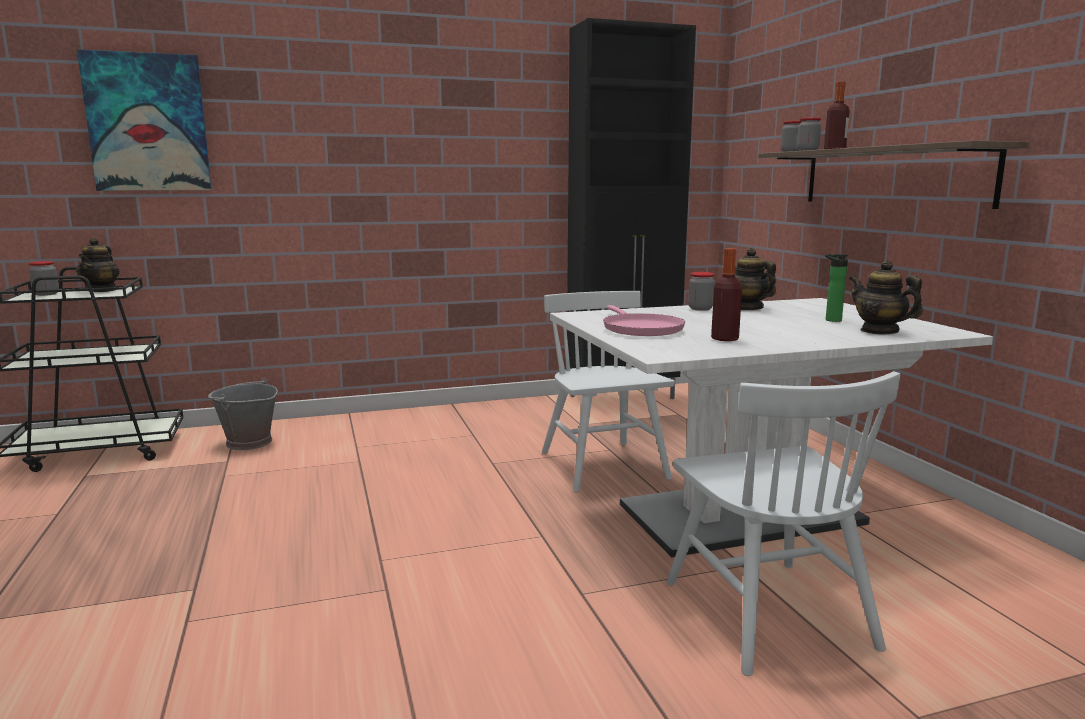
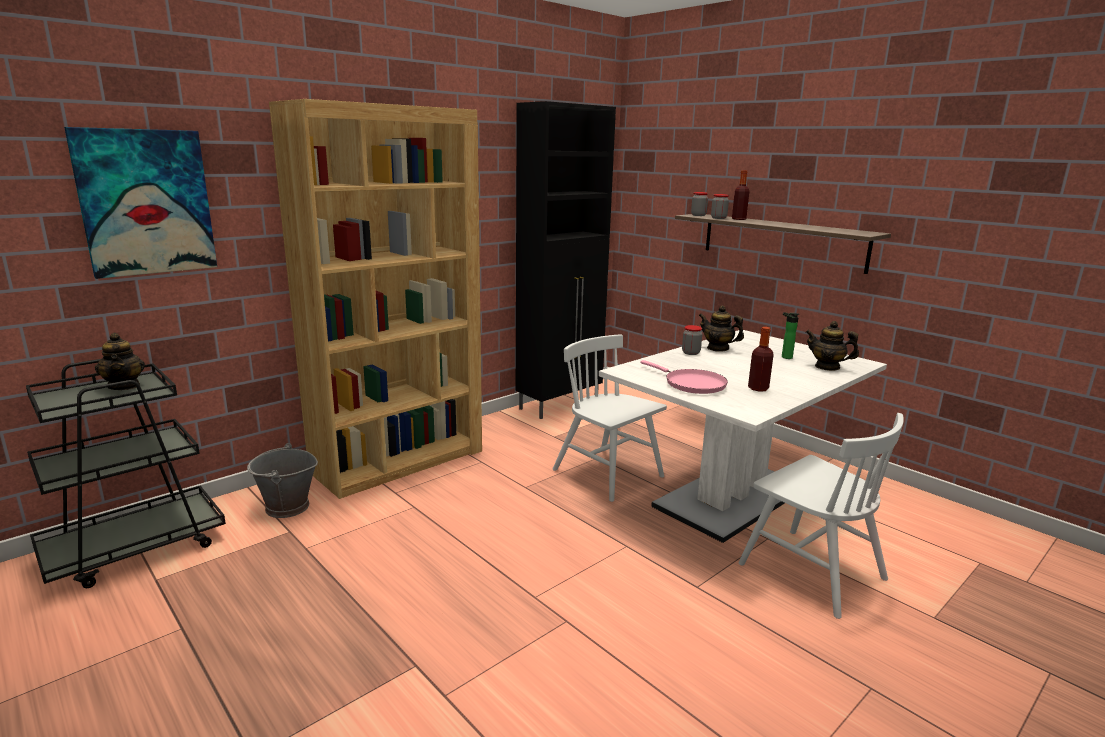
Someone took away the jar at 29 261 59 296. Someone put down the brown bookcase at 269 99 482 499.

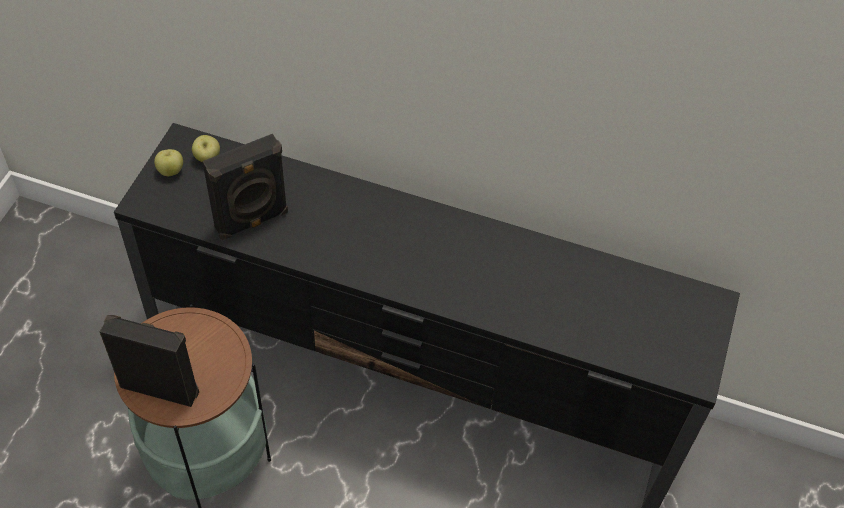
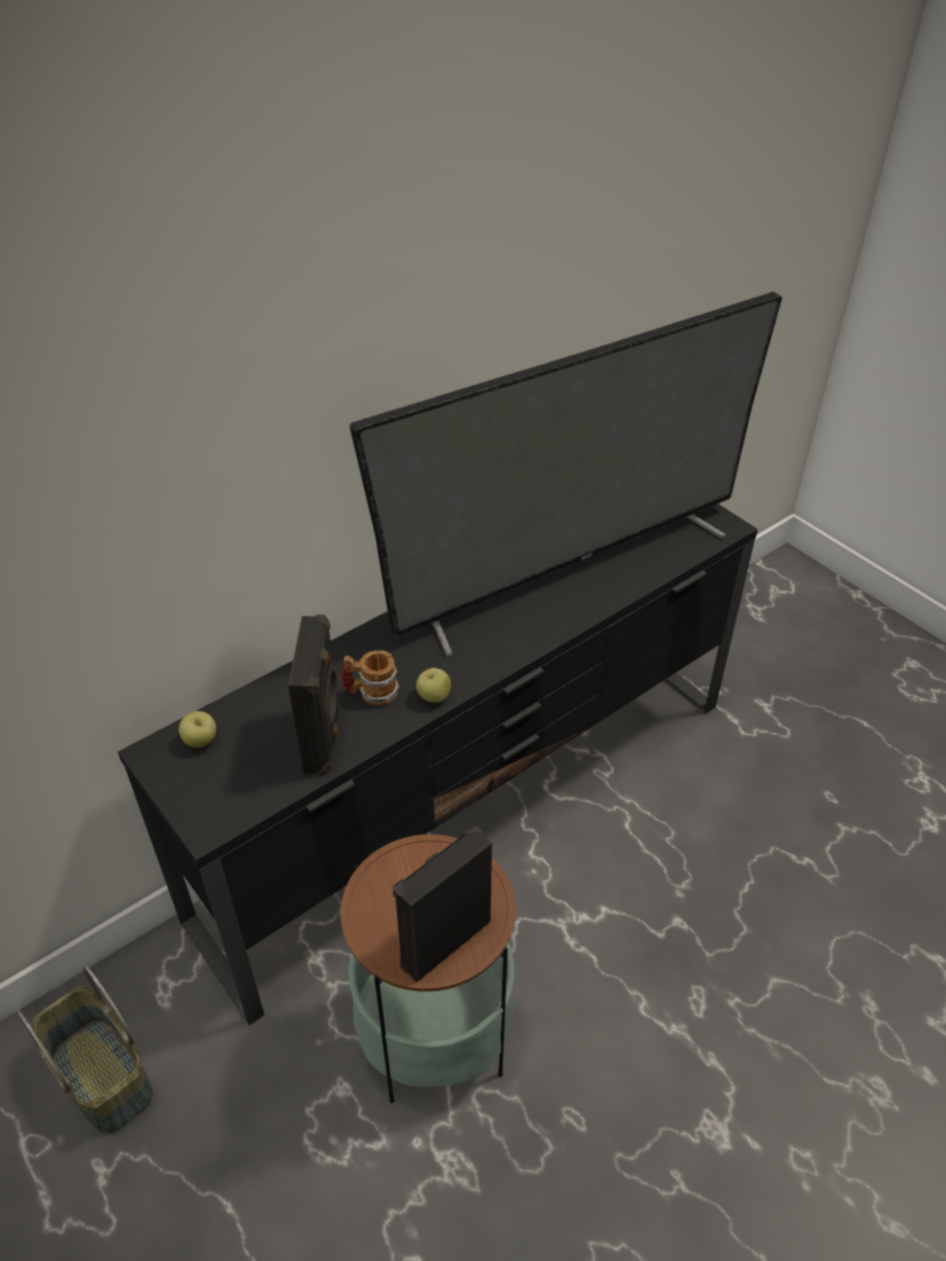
Someone carried the apple from 154 149 183 176 to 416 668 451 703. Someone put down the television at 349 292 782 658. Someone put down the mug at 340 650 399 706. Someone put down the basket at 17 965 153 1134.

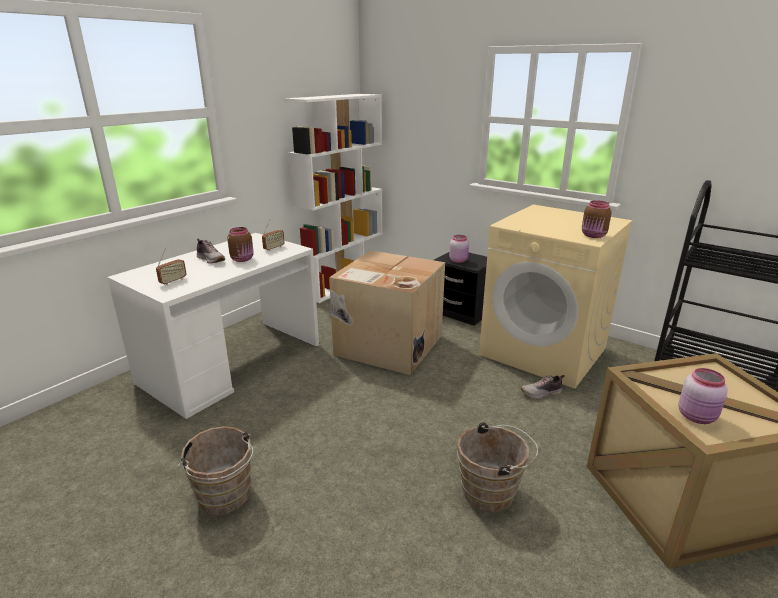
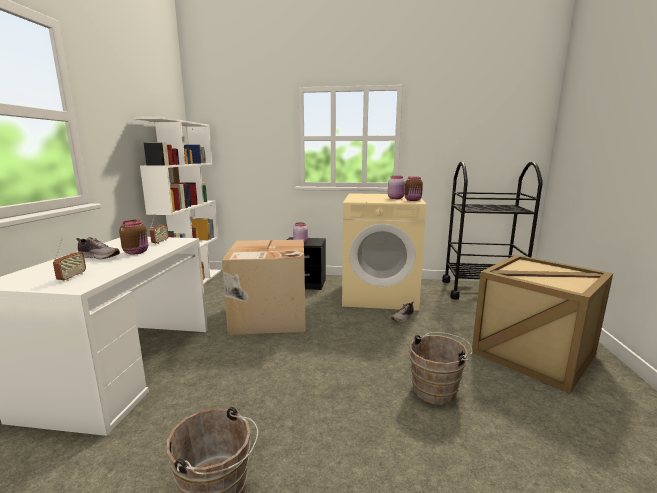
Someone carried the pink jar from 678 368 728 424 to 388 176 405 199.

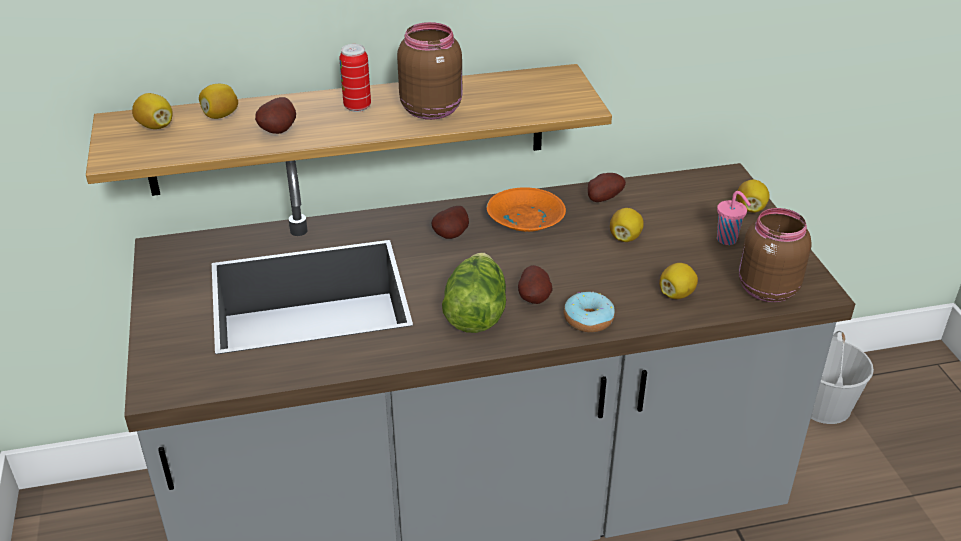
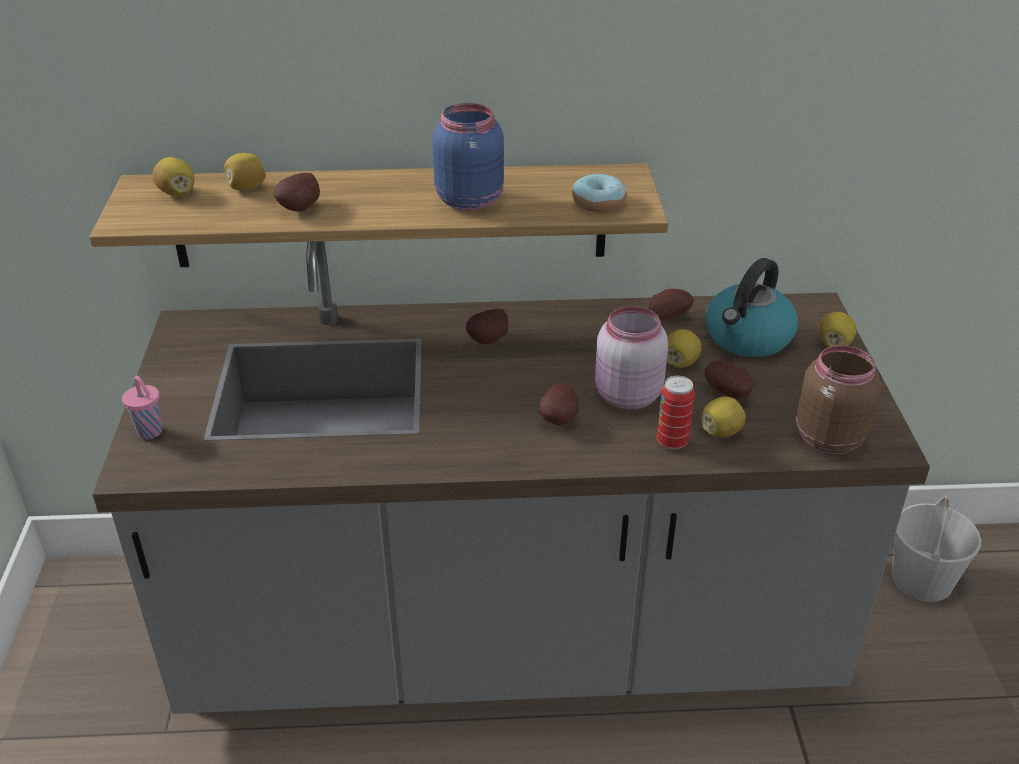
Someone repainted the brown jar at 397 22 462 120, which became the blue jar at 432 103 504 211. Someone carried the can from 339 44 371 112 to 657 376 695 450. Someone took away the orange bowl at 487 187 566 232. Someone carried the pink cup from 717 191 751 245 to 122 376 162 439. Someone took away the lettuce at 442 252 506 333. Someone carried the donut from 564 292 615 332 to 572 173 626 212. Someone put down the kettle at 705 258 798 357. Someone put down the pink jar at 595 306 668 410. Someone put down the potato at 704 361 753 398.

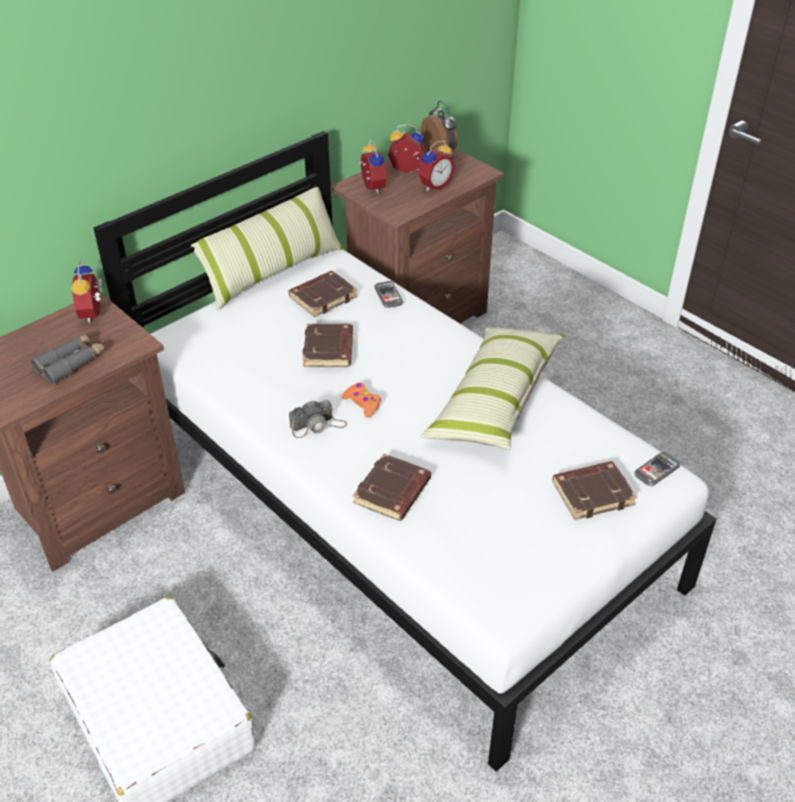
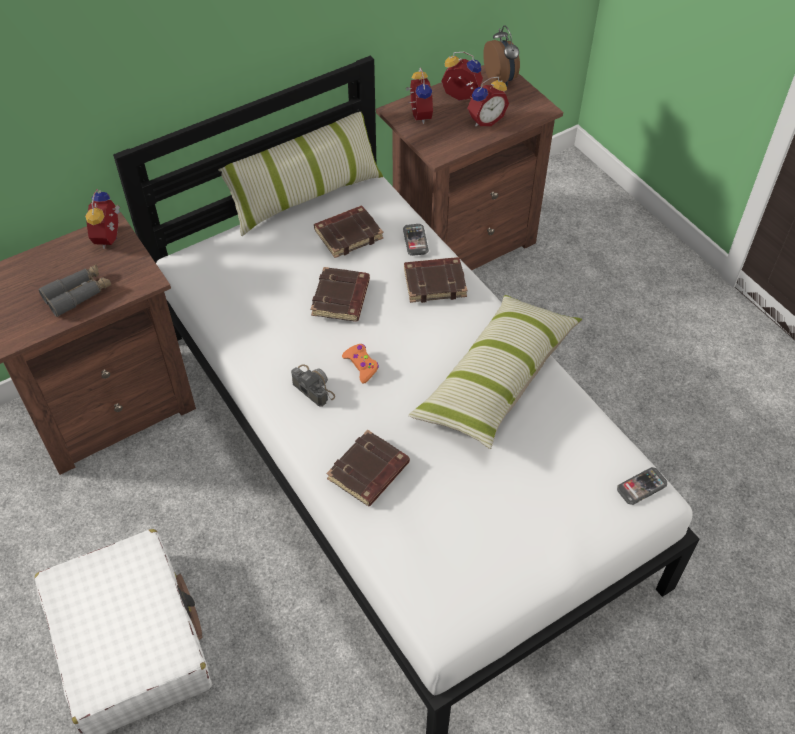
Someone rotated the photo camera at 289 400 347 438 by 120 degrees counterclockwise. Someone carried the brown book from 553 461 637 520 to 404 257 468 303.

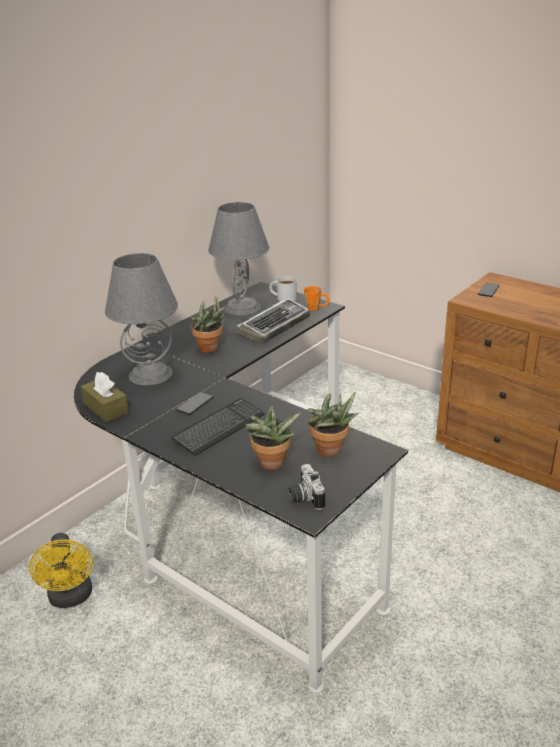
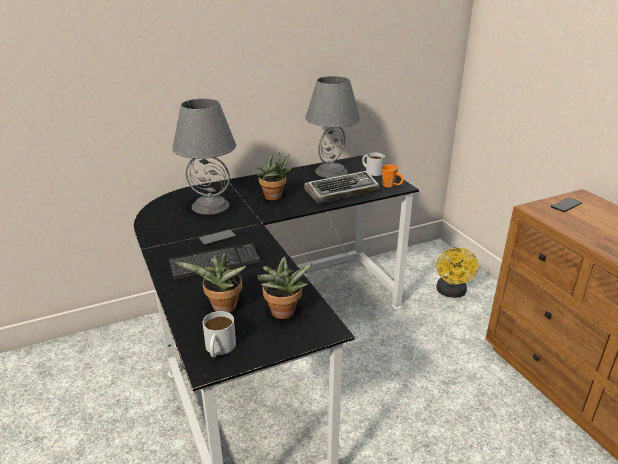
Someone took away the brown tissue box at 81 372 129 422. Someone swapped the photo camera at 288 464 325 510 for the white mug at 203 311 236 357. Someone carried the yellow fan from 29 533 93 608 to 436 247 479 298.

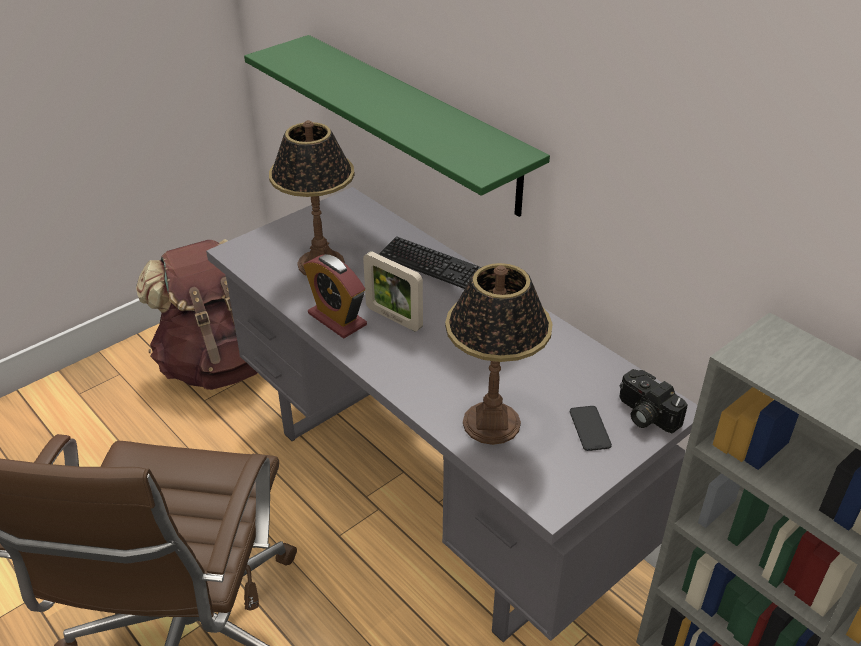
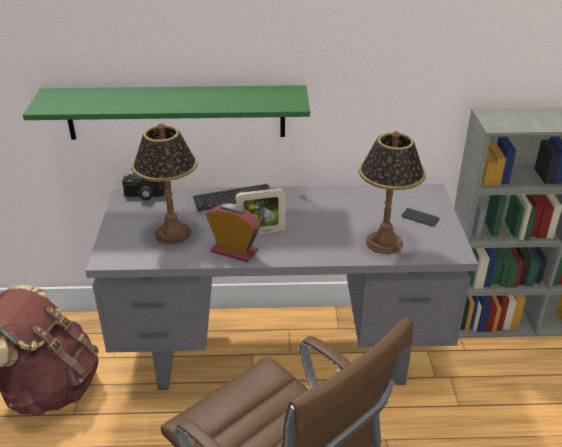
Someone rotated the alarm clock at 303 254 367 338 by 150 degrees counterclockwise. Someone carried the photo camera from 619 369 688 434 to 122 174 165 201.

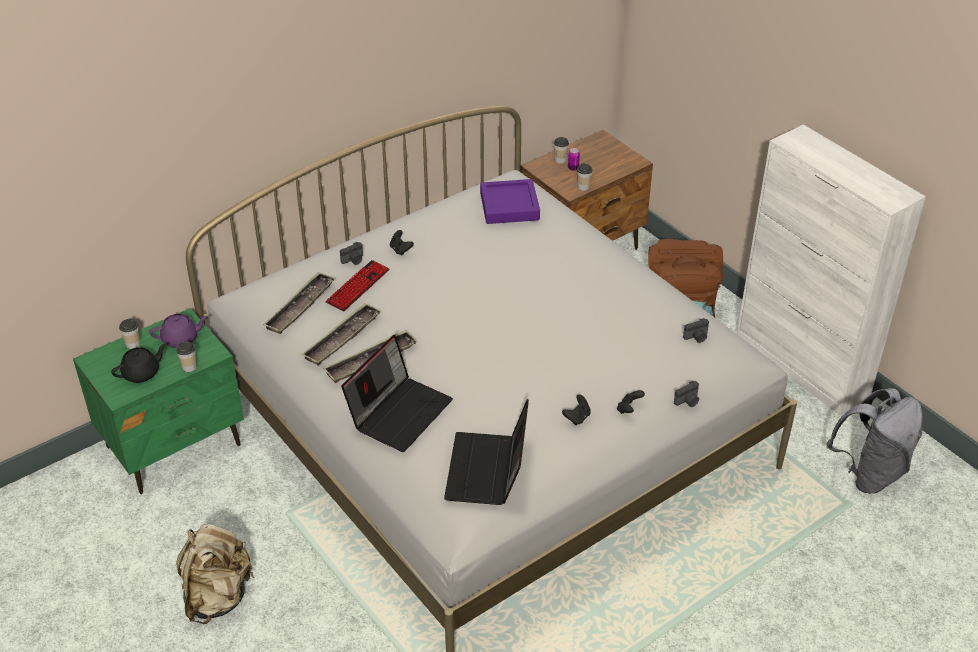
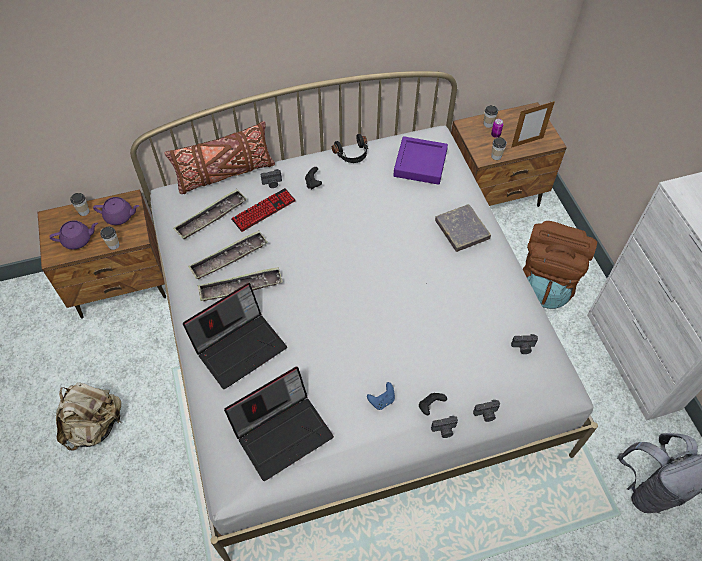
Someone repainted the green nightstand at 73 308 244 494, which became the brown nightstand at 37 189 166 318. Someone repainted the black teapot at 111 343 167 383, which became the purple teapot at 49 220 98 250. Someone repainted the black game controller at 562 394 591 425, which became the blue game controller at 367 382 395 410. Someone rotated the laptop at 444 399 529 505 by 150 degrees counterclockwise. Someone put down the picture frame at 511 101 555 148. Someone put down the brown pillow at 164 121 275 194. Someone put down the black headphones at 332 134 368 163. Someone put down the grey book at 435 204 491 252. Someone put down the photo camera at 431 416 458 438.

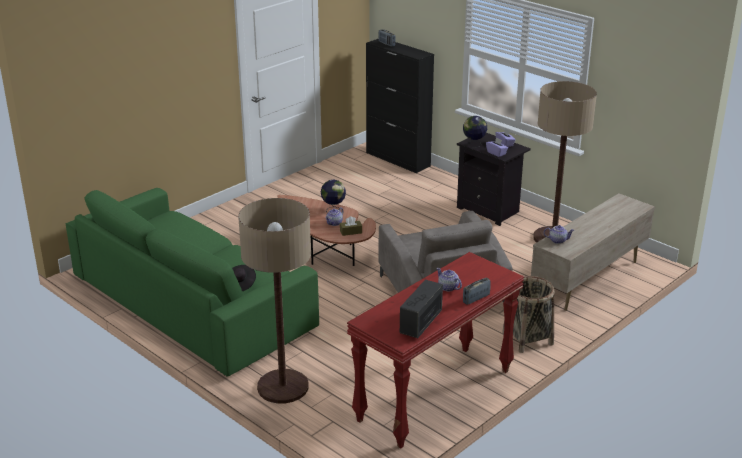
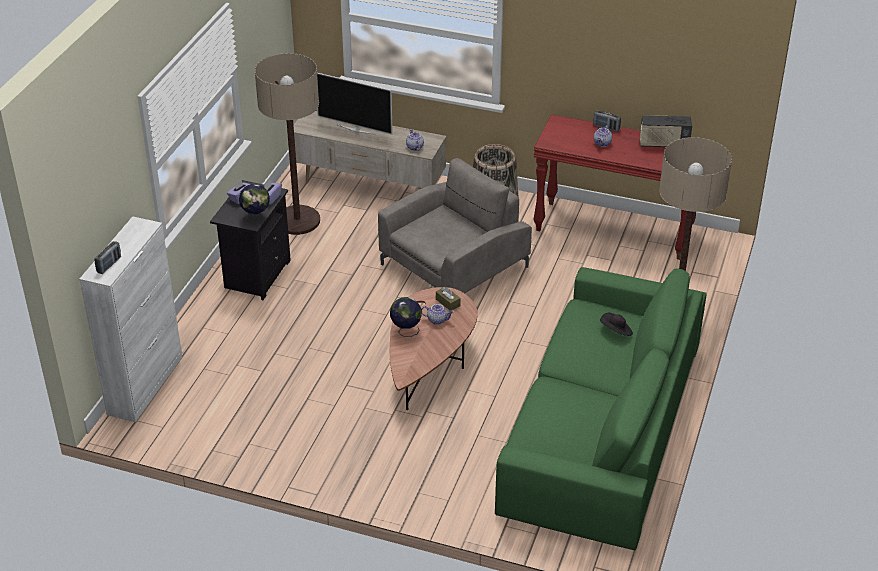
Someone repainted the black cabinet at 366 39 434 173, which became the white cabinet at 79 216 182 422. Someone put down the television at 317 73 393 135.

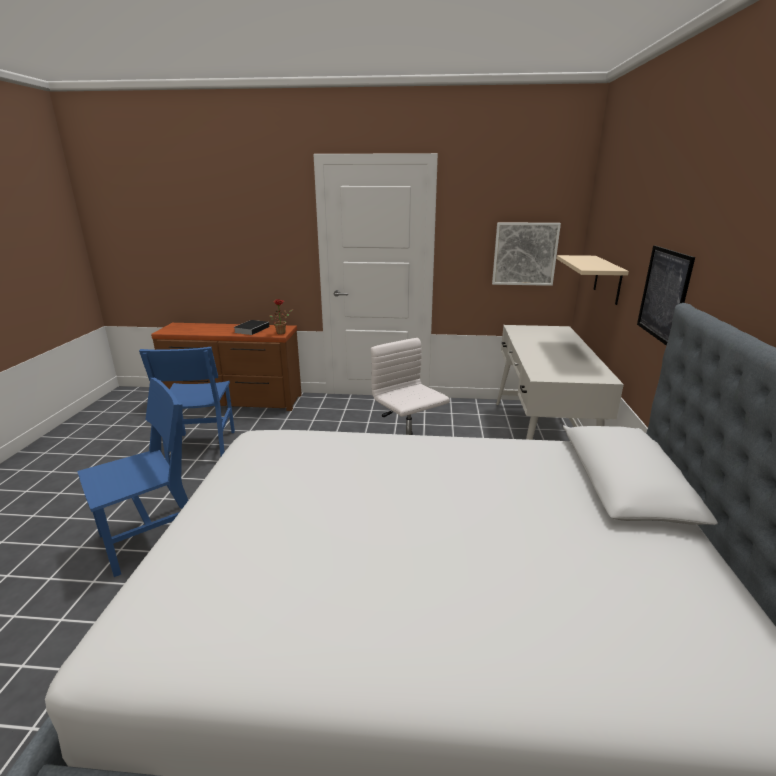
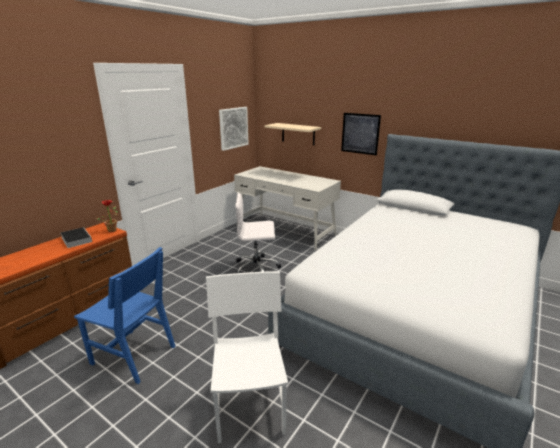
Someone repainted the blue chair at 77 378 188 577, which became the white chair at 206 271 288 443.

